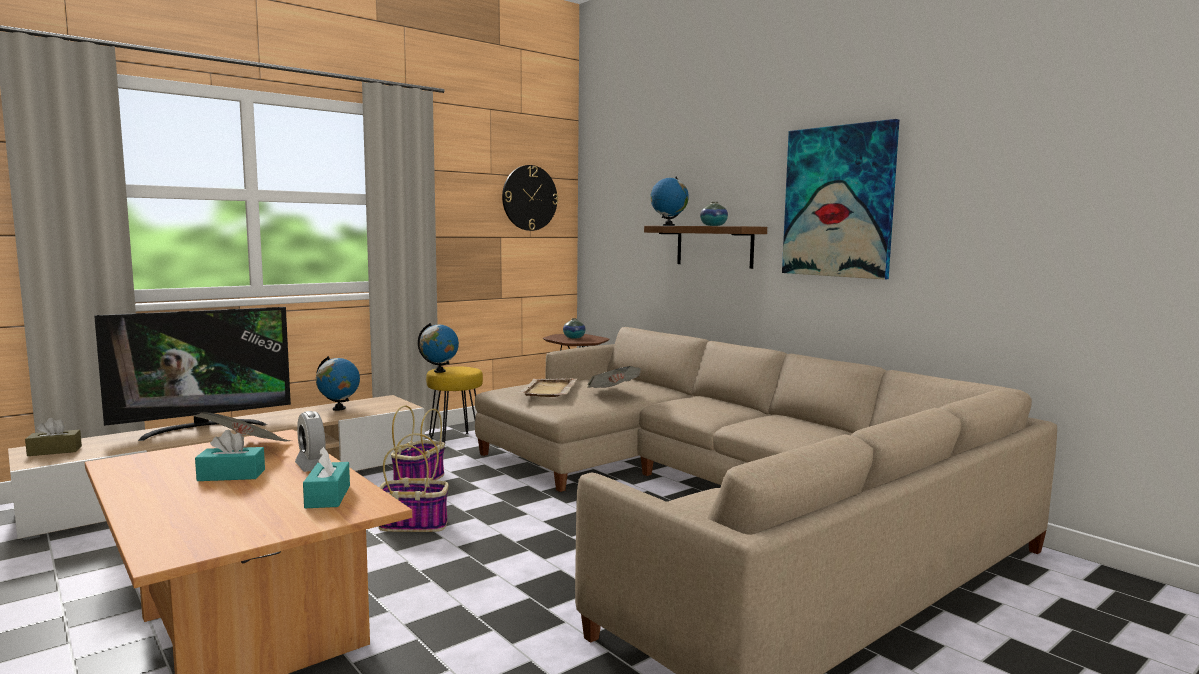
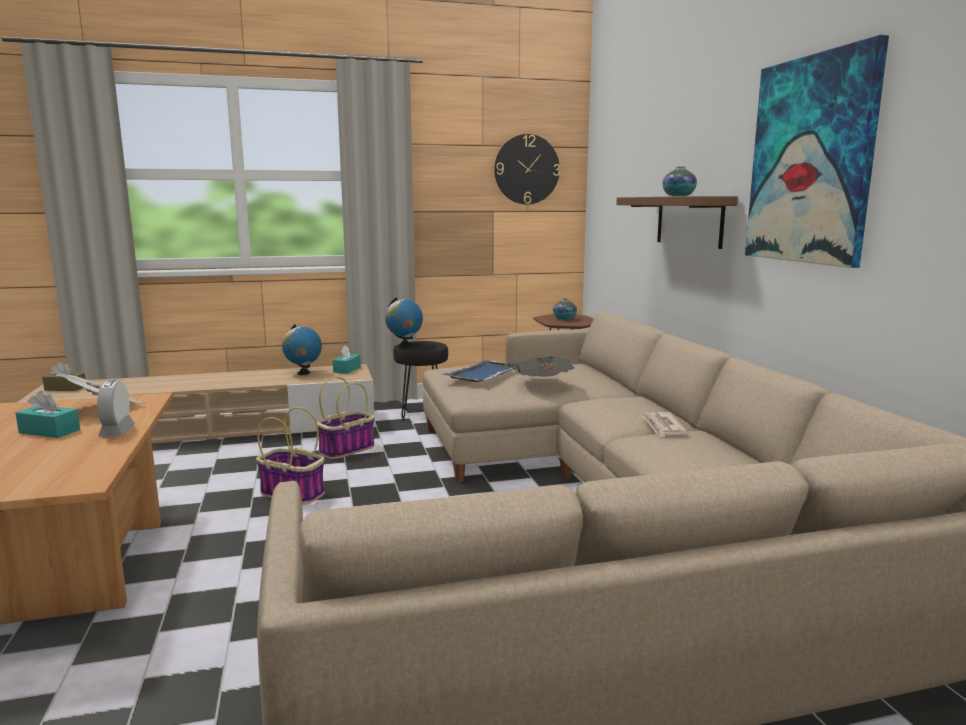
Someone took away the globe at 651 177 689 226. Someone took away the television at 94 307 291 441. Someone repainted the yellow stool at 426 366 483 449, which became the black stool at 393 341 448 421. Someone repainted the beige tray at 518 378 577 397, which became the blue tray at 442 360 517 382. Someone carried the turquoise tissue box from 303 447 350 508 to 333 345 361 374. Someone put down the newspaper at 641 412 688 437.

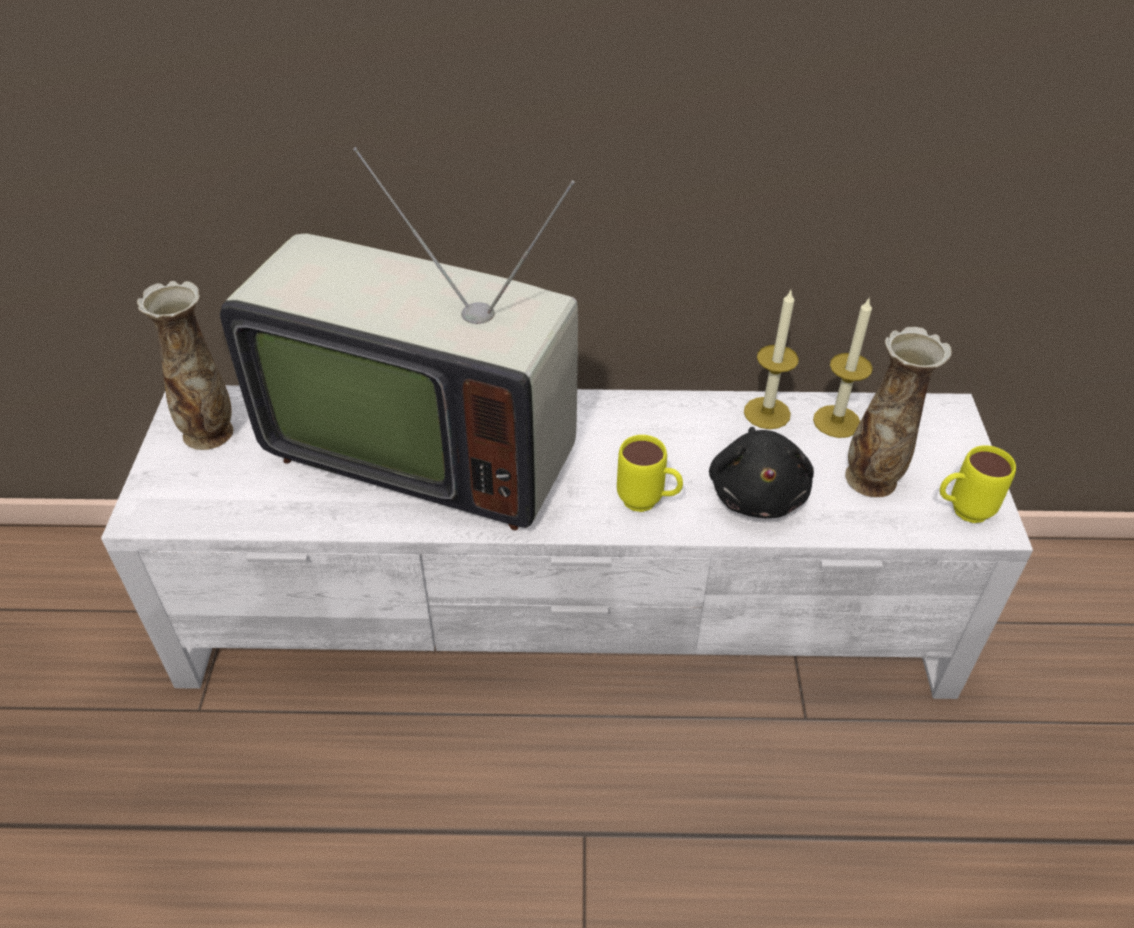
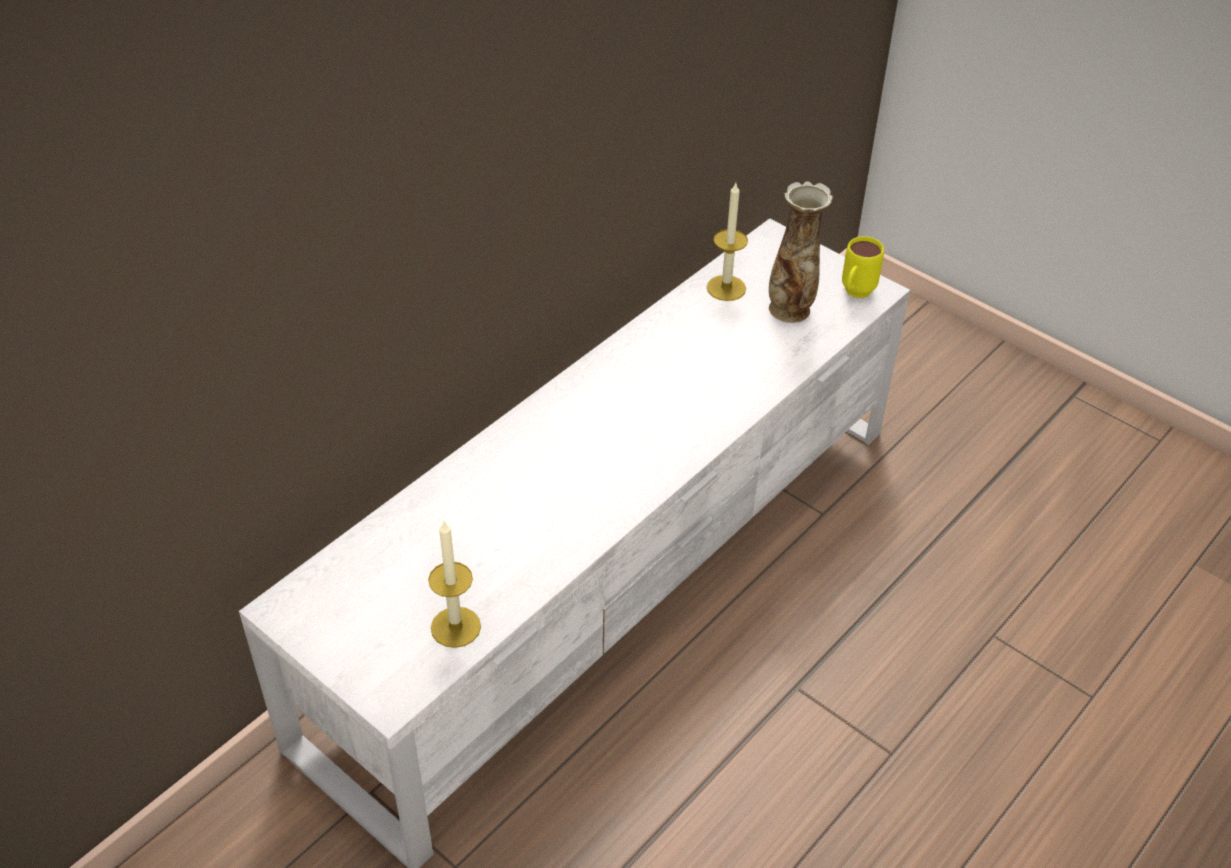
Someone took away the television at 220 147 578 530. Someone took away the vase at 137 281 233 450. Someone carried the candle from 744 290 799 429 to 428 521 481 648. Someone took away the black plush toy at 709 427 814 518. Someone took away the yellow mug at 617 435 683 512.

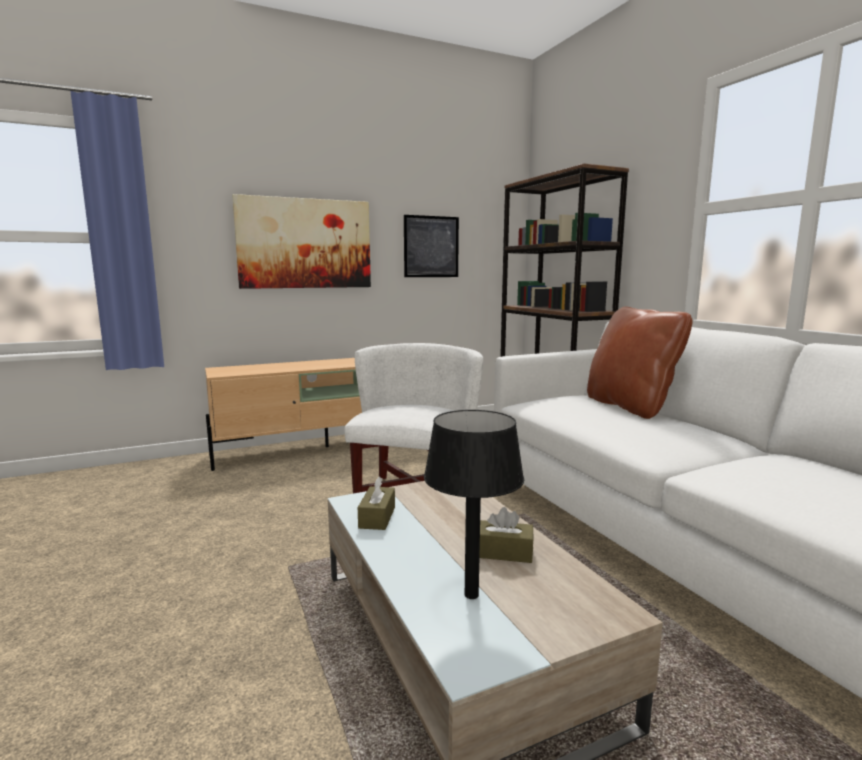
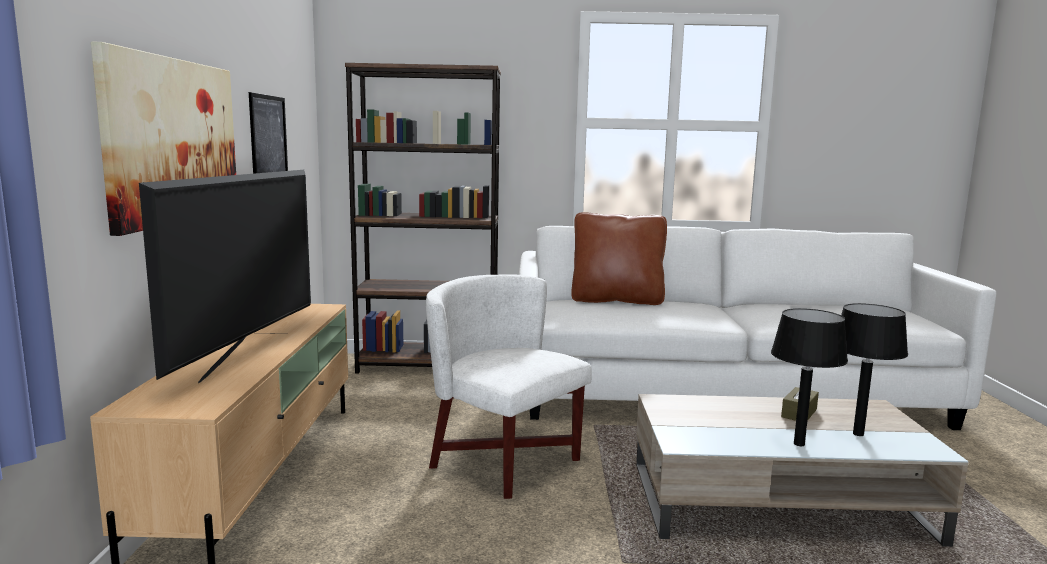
Someone took away the brown tissue box at 358 477 395 530. Someone put down the television at 139 170 311 383. Someone put down the black table lamp at 771 308 848 446.

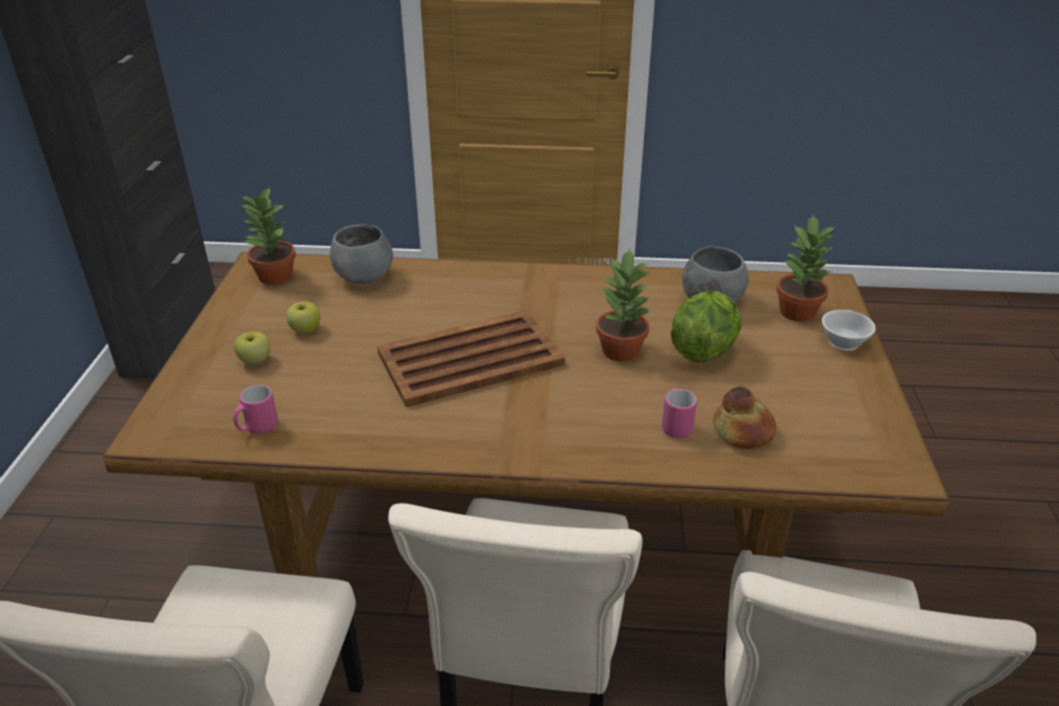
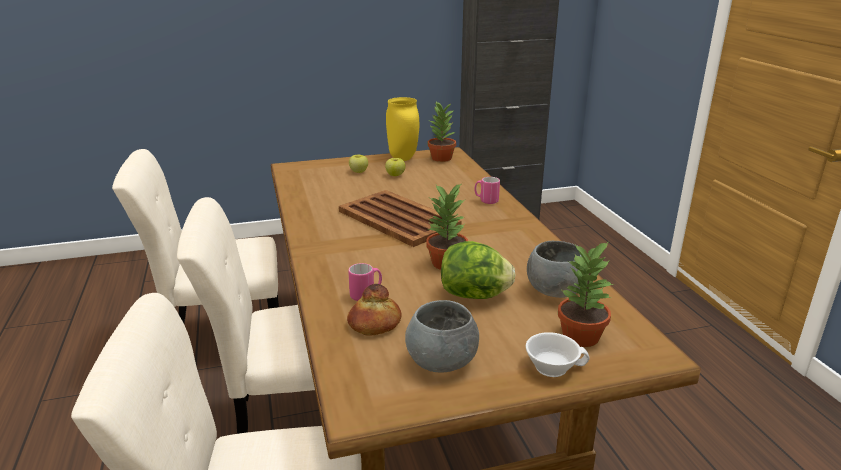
Someone carried the grey bowl from 330 224 393 284 to 405 300 479 373. Someone carried the pink mug from 233 385 278 434 to 474 177 500 204. Someone put down the yellow vase at 386 97 419 161.

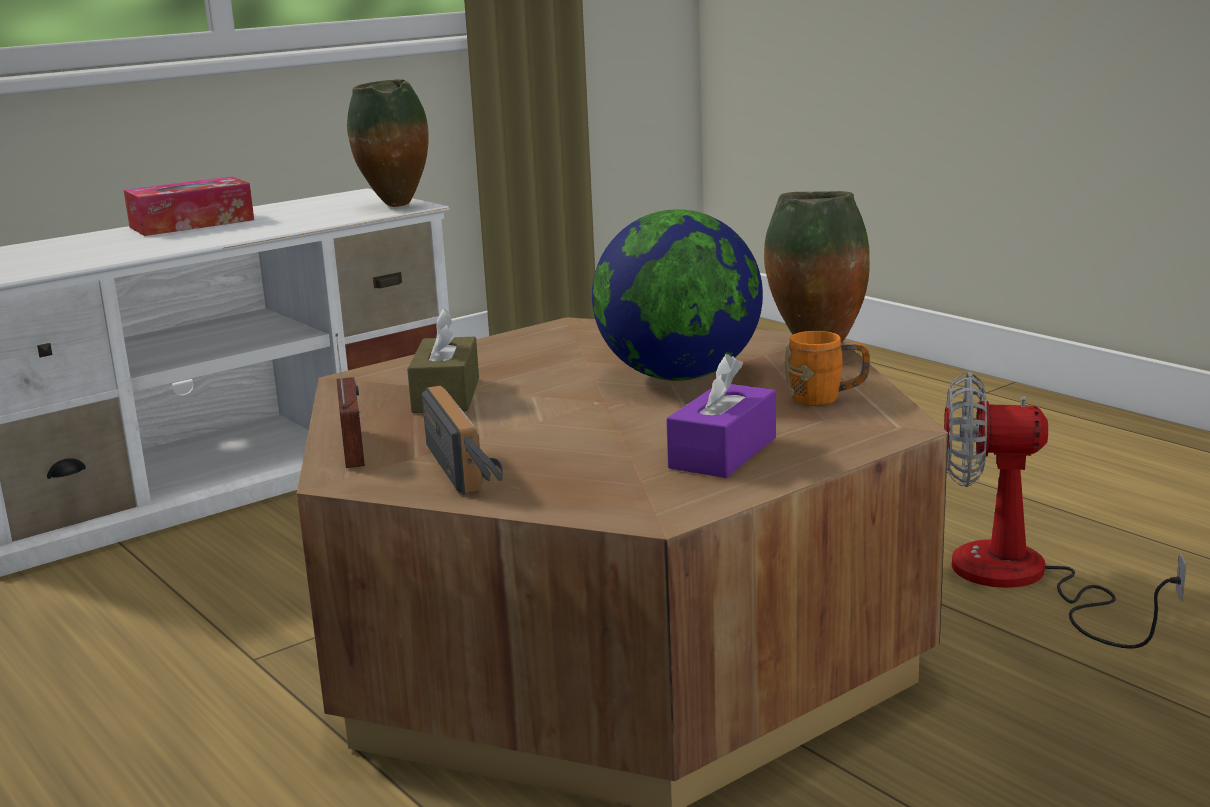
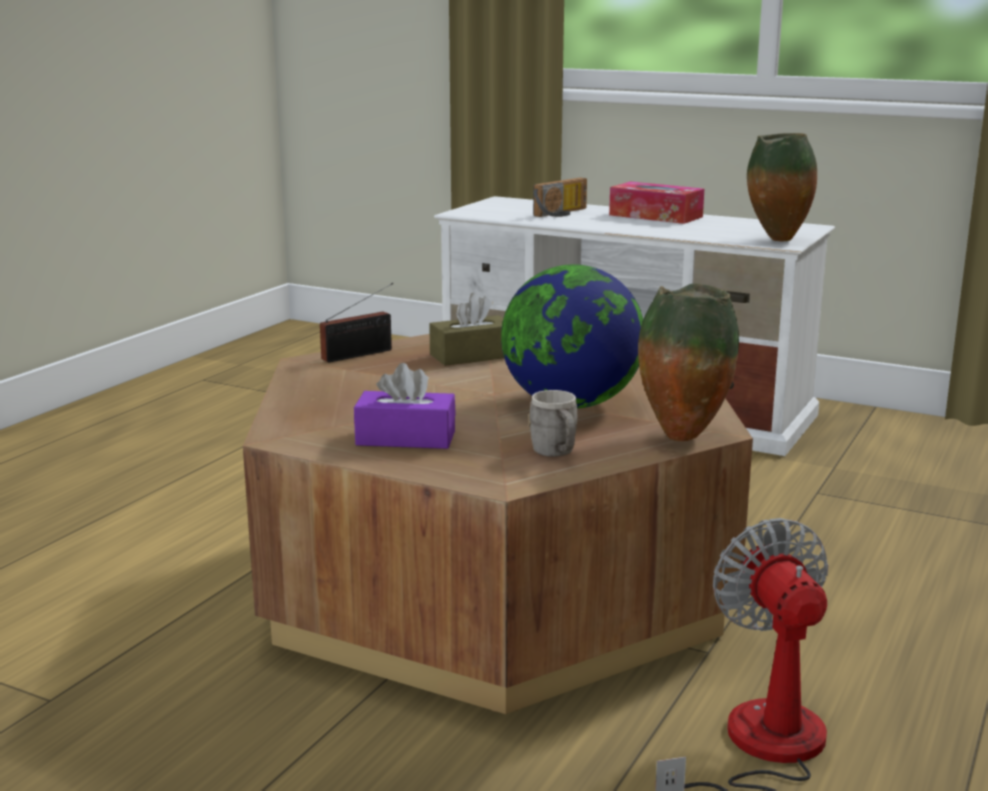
Someone repainted the orange mug at 785 331 870 406, which became the grey mug at 528 390 577 457. Someone carried the radio from 422 386 503 495 to 533 177 587 217.

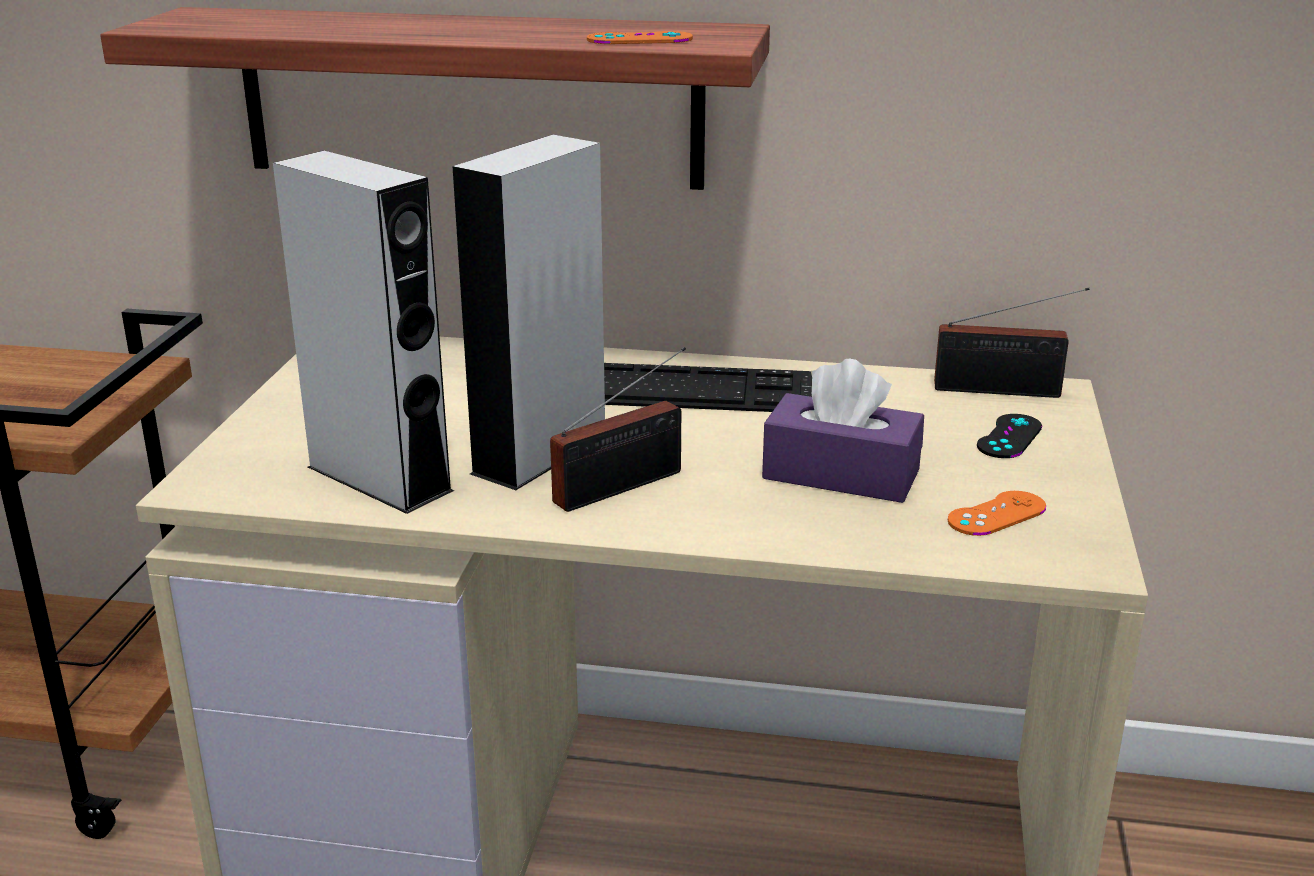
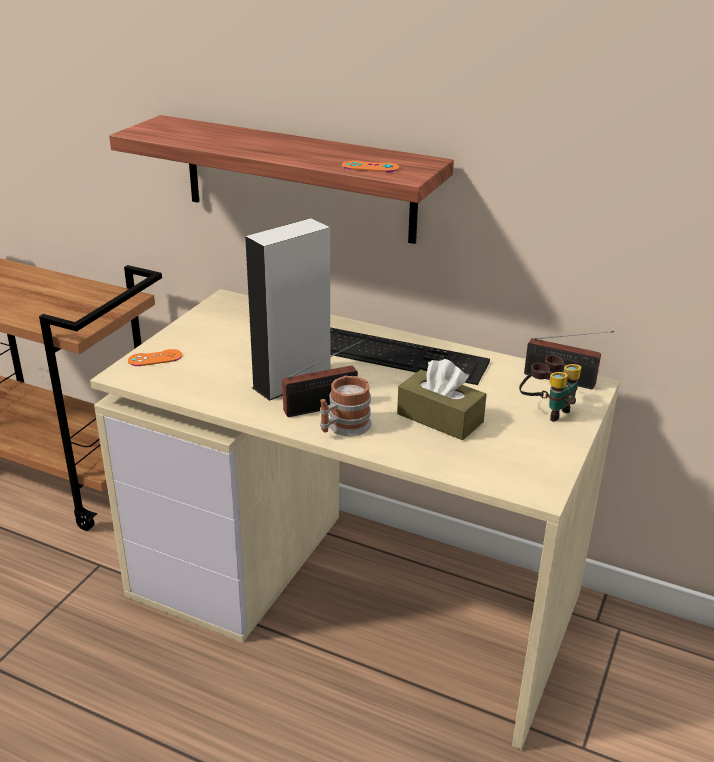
Someone took away the grey speaker at 273 151 454 514. Someone repainted the purple tissue box at 762 359 924 503, which became the brown tissue box at 397 359 487 440. Someone swapped the black game controller at 977 414 1042 458 for the binoculars at 519 355 582 422. Someone carried the orange game controller from 948 491 1046 536 to 128 349 182 366. Someone put down the mug at 320 376 372 436.

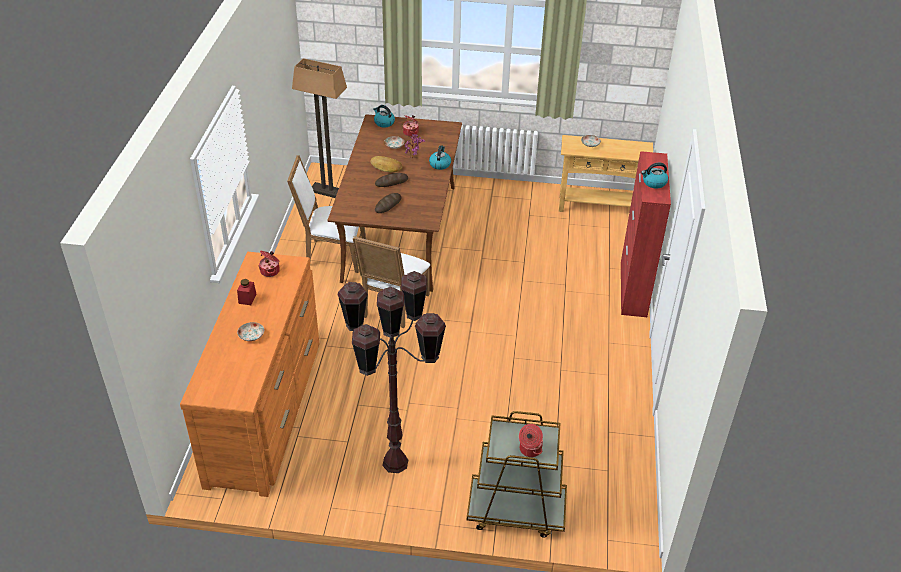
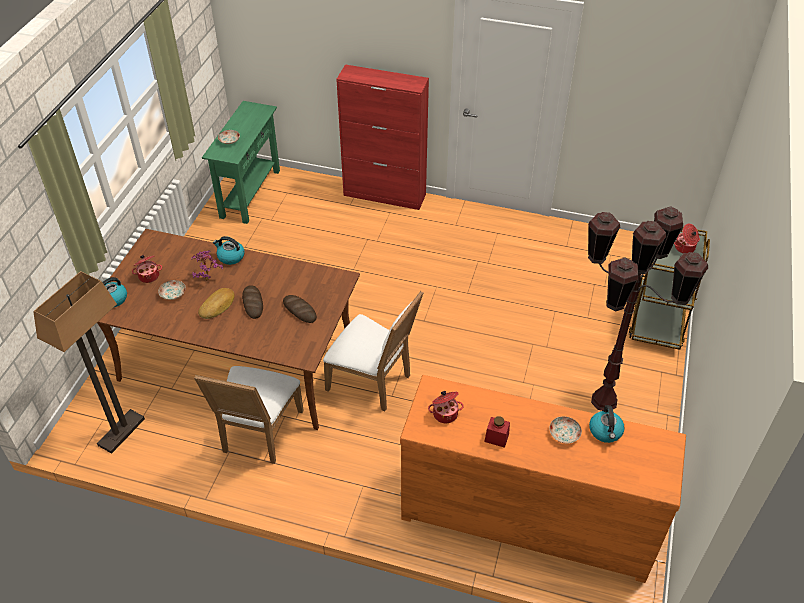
Someone repainted the beige console table at 559 135 653 212, which became the green console table at 202 101 280 224. Someone carried the kettle from 641 162 668 189 to 589 405 624 443.

